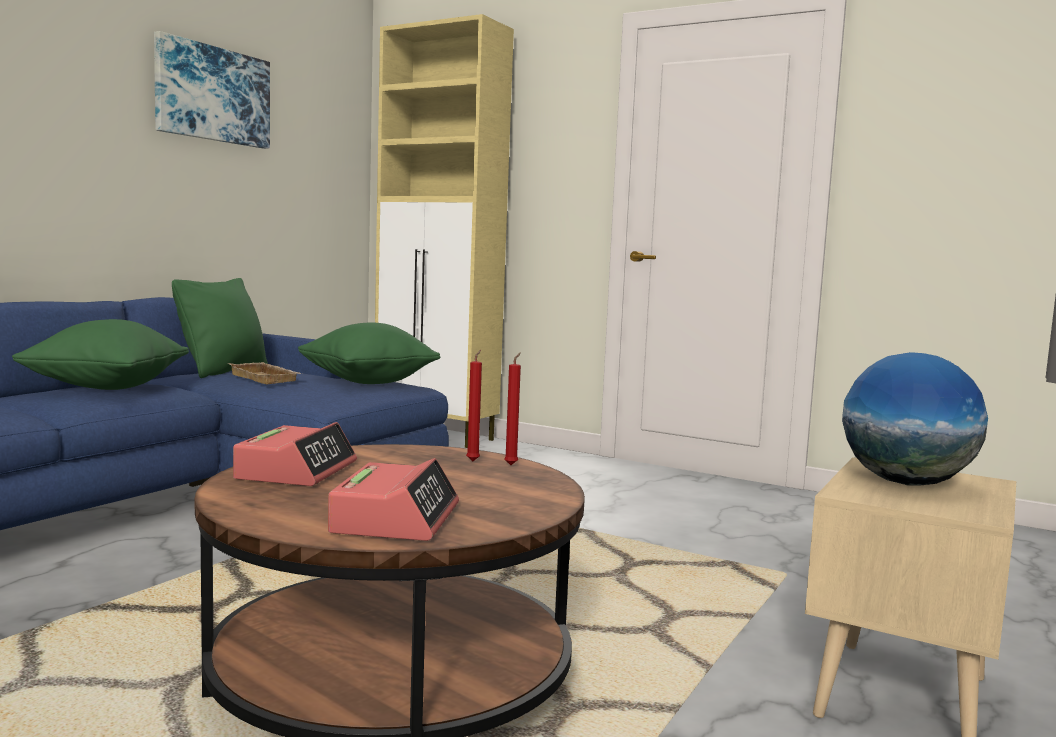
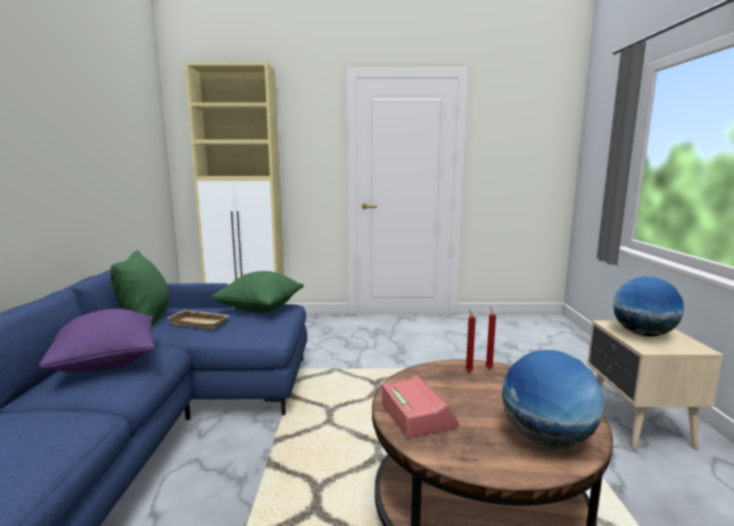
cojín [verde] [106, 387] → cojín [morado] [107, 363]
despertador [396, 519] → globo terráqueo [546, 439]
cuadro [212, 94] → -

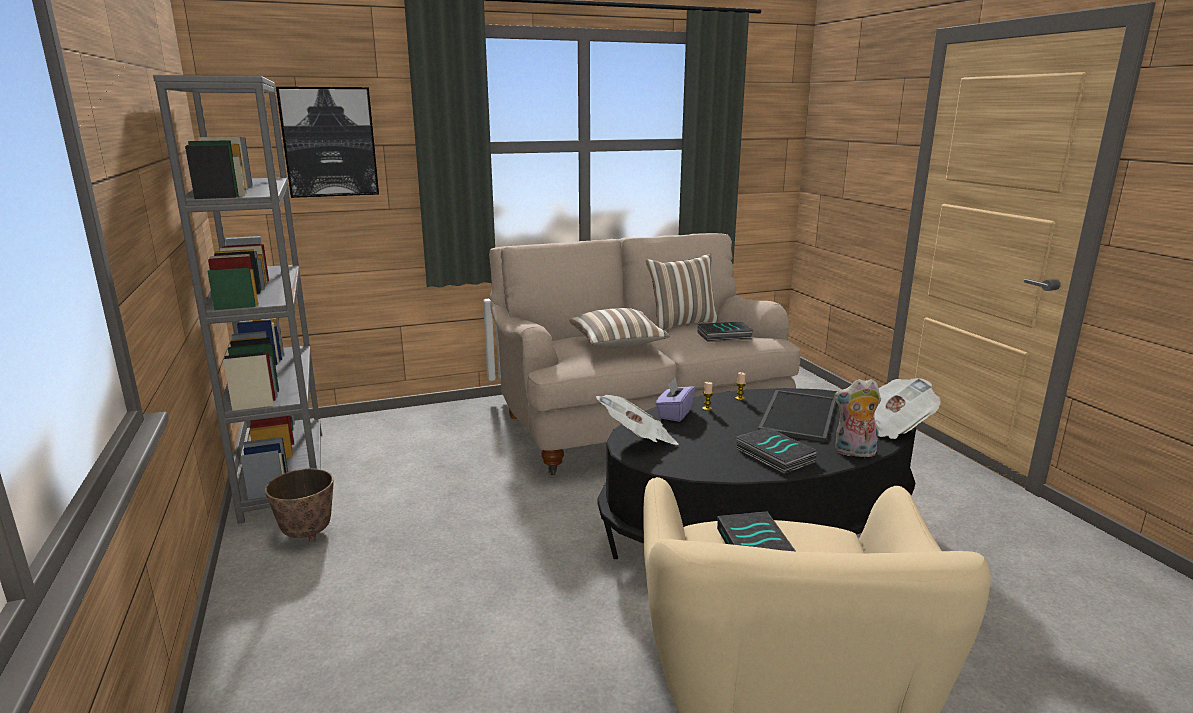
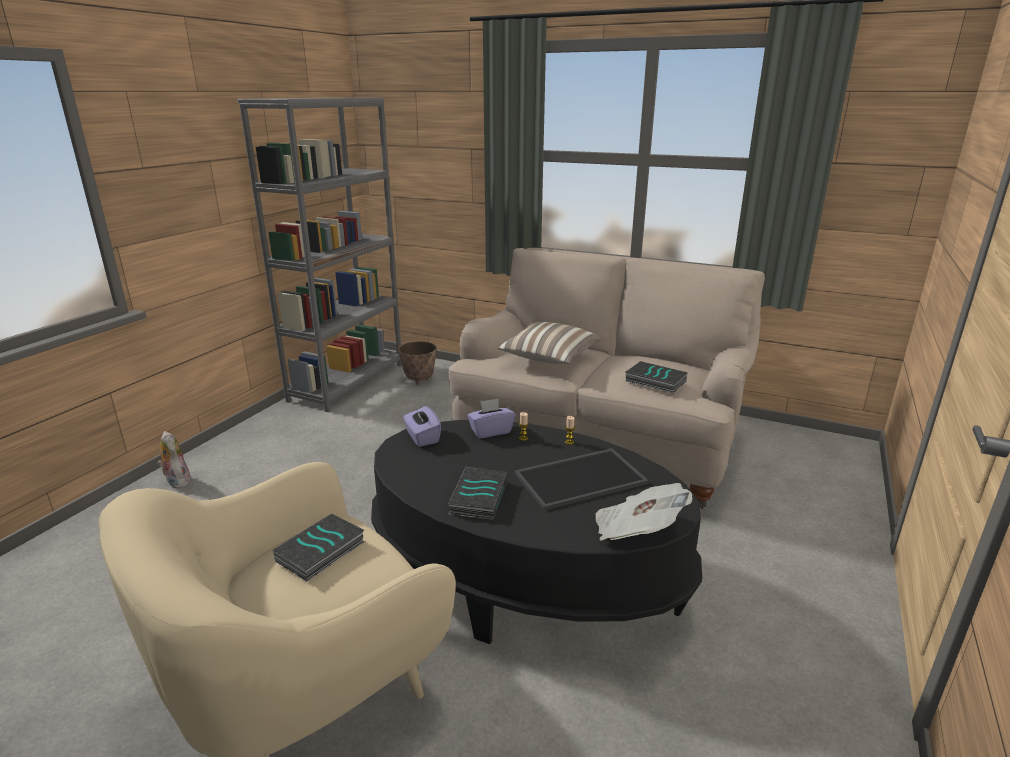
peluche [854, 453] → peluche [176, 481], relocated
maceta [307, 534] → maceta [419, 380], relocated
periódico [637, 439] → caja de pañuelos [morado] [422, 437]
cuadro [329, 142] → -
cojín [682, 324] → -

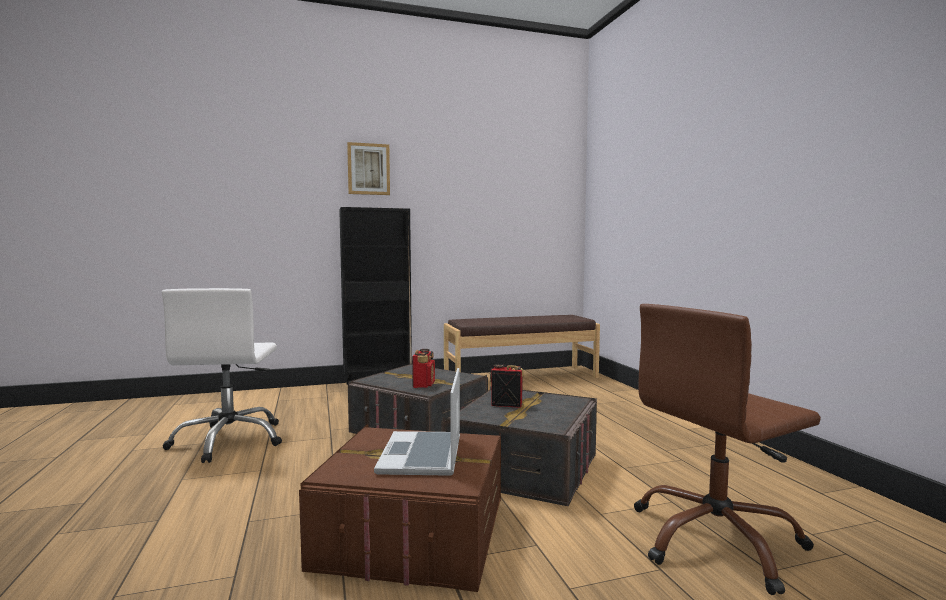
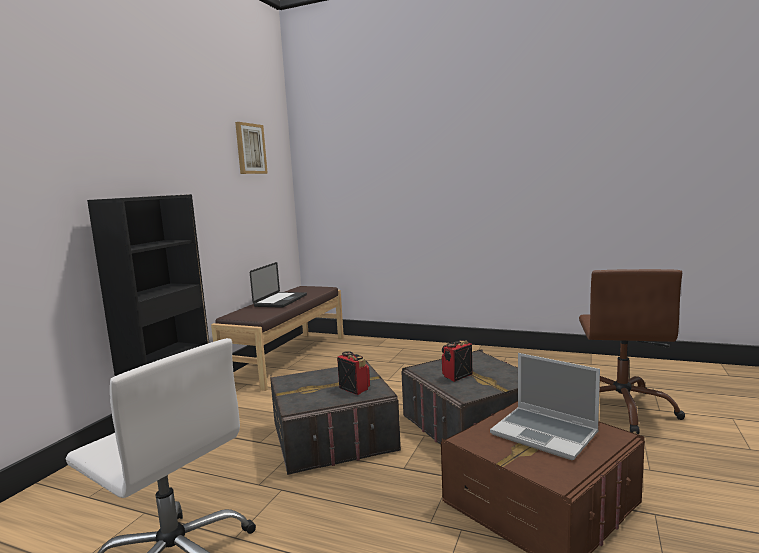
cuadro [368, 169] → cuadro [250, 149], relocated
- → portátil [281, 301]

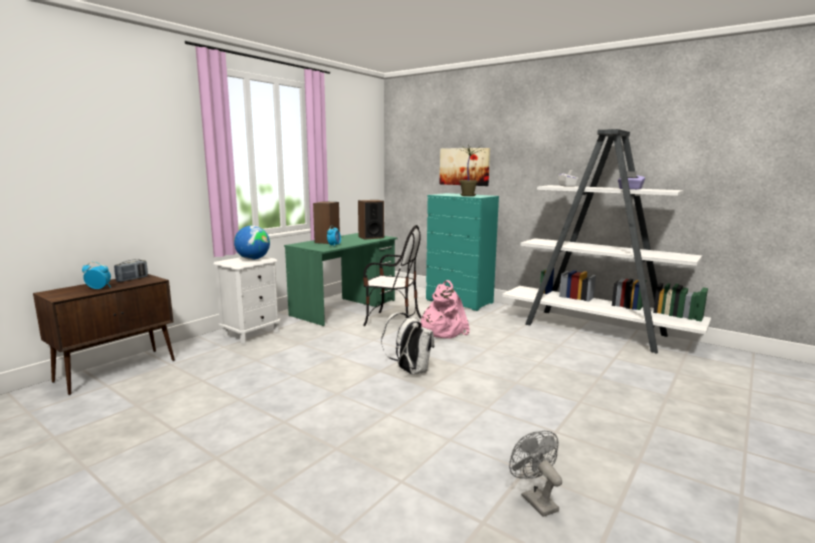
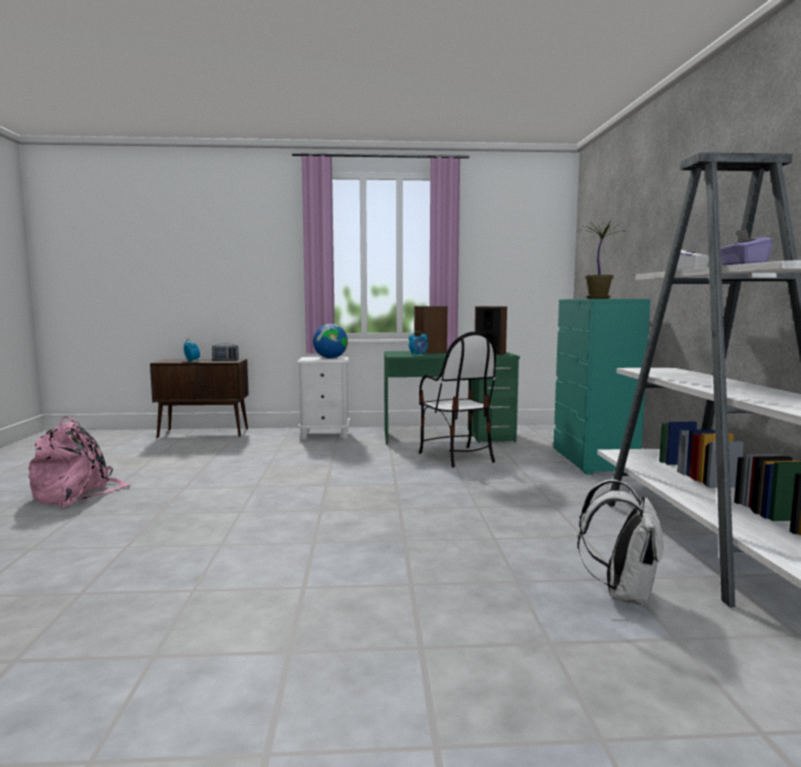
mochila [rosa] [442, 330] → mochila [rosa] [78, 494], relocated
mochila [blanco] [410, 371] → mochila [blanco] [623, 594], relocated
cuadro [464, 166] → -
ventilador [gris] [535, 499] → -

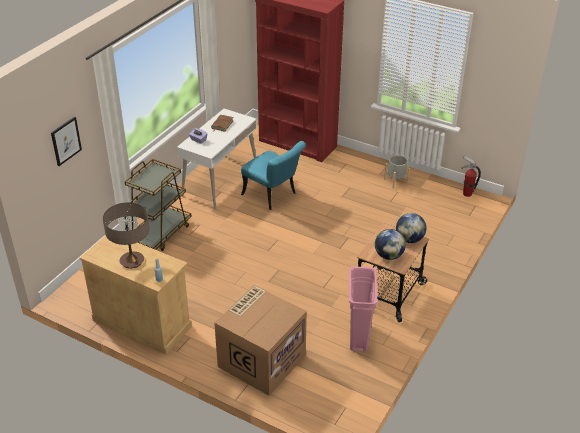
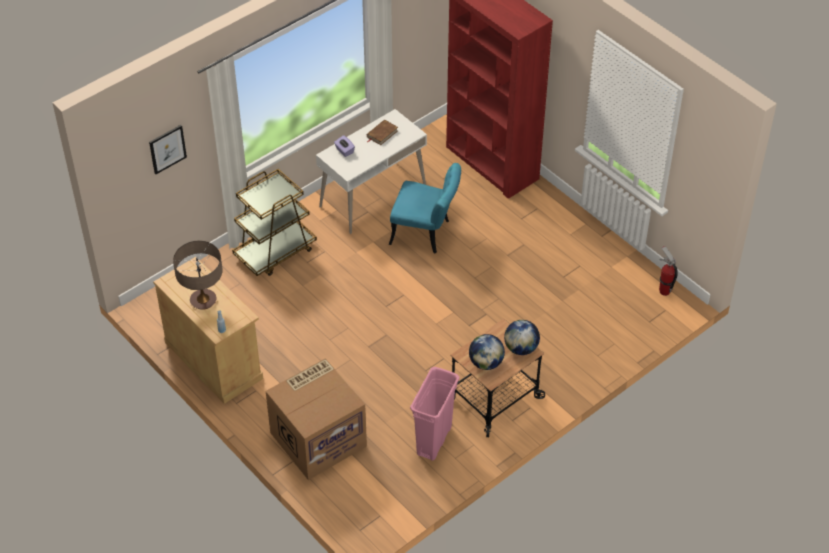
silla [turquesa] [273, 196] → silla [turquesa] [426, 233], 45 degrees counterclockwise
maceta [gris] [396, 181] → -

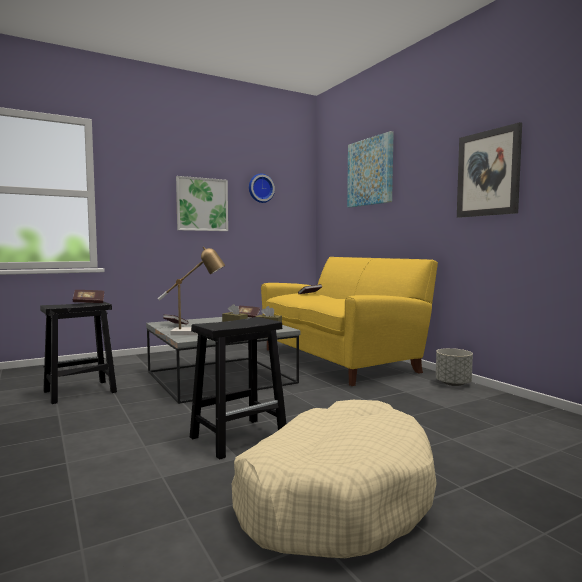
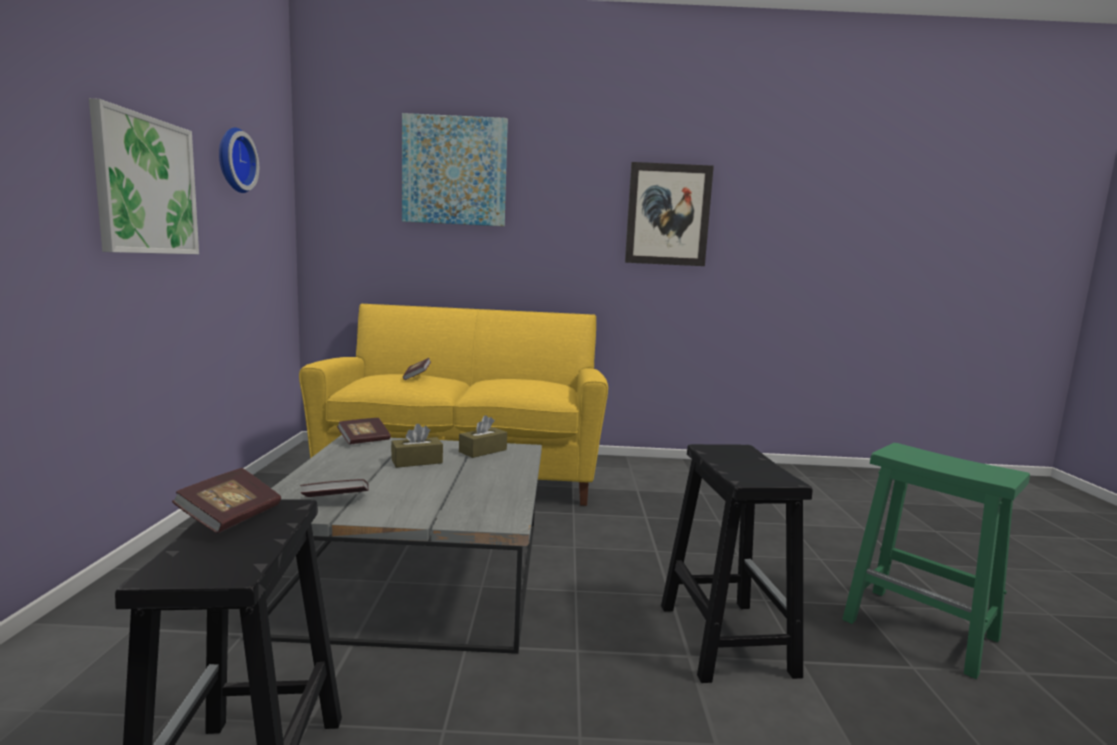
cama para perro [beis] [334, 496] → taburete [verde] [922, 630]
lámpara de mesa [195, 333] → -
maceta [gris] [453, 384] → -

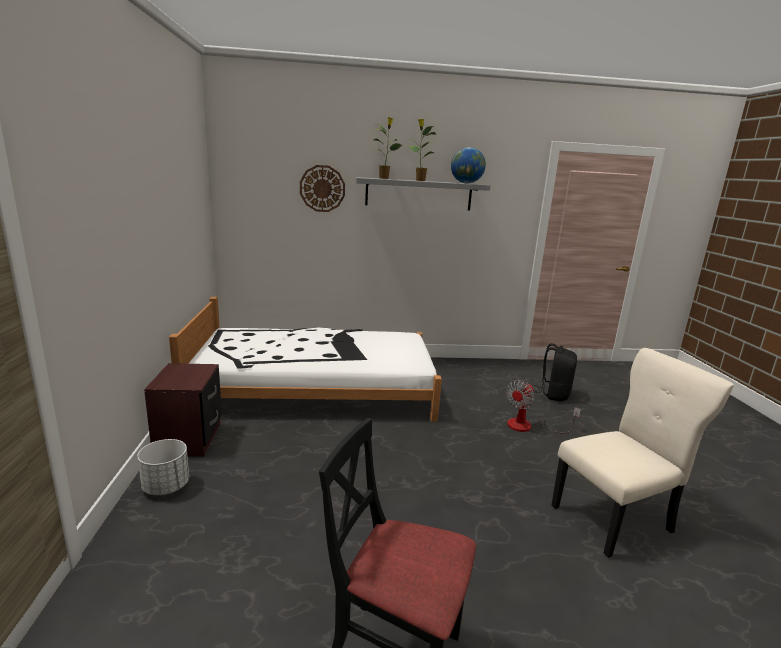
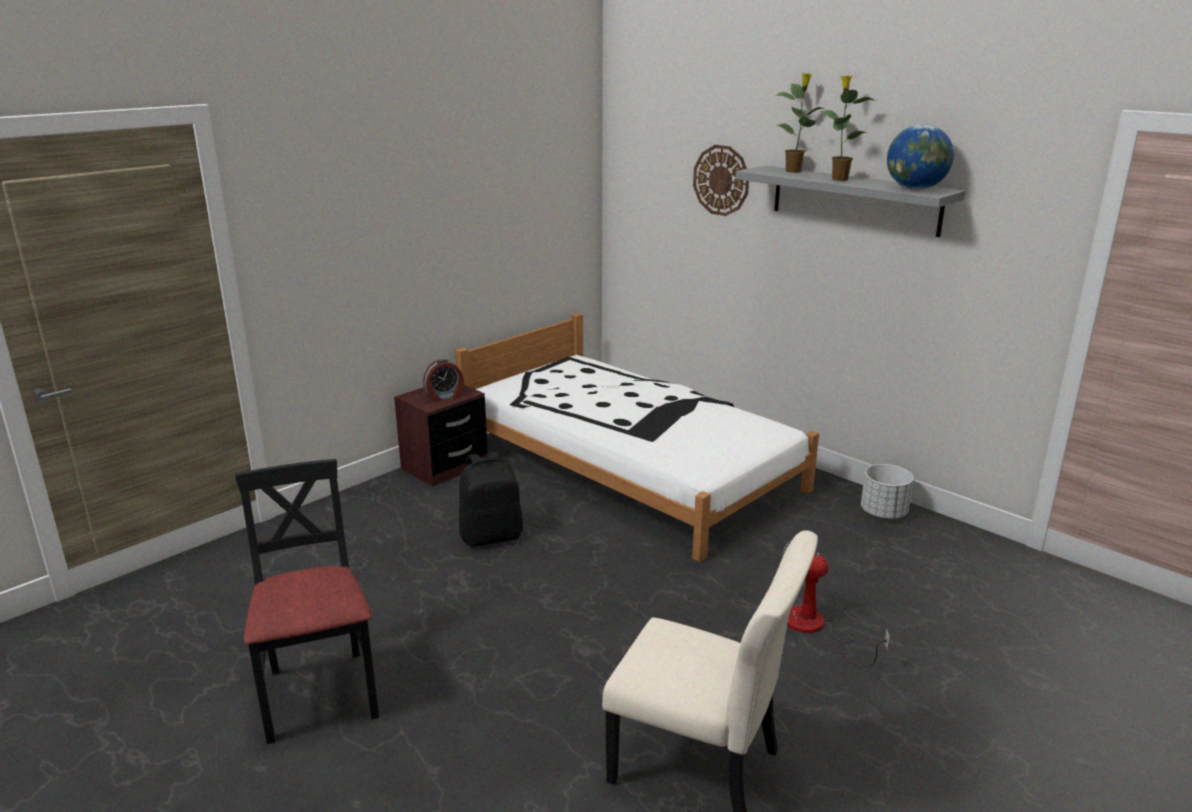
- → despertador [445, 397]
mochila [negro] [553, 394] → mochila [negro] [491, 536], relocated
maceta [blanco] [166, 486] → maceta [blanco] [883, 513], relocated

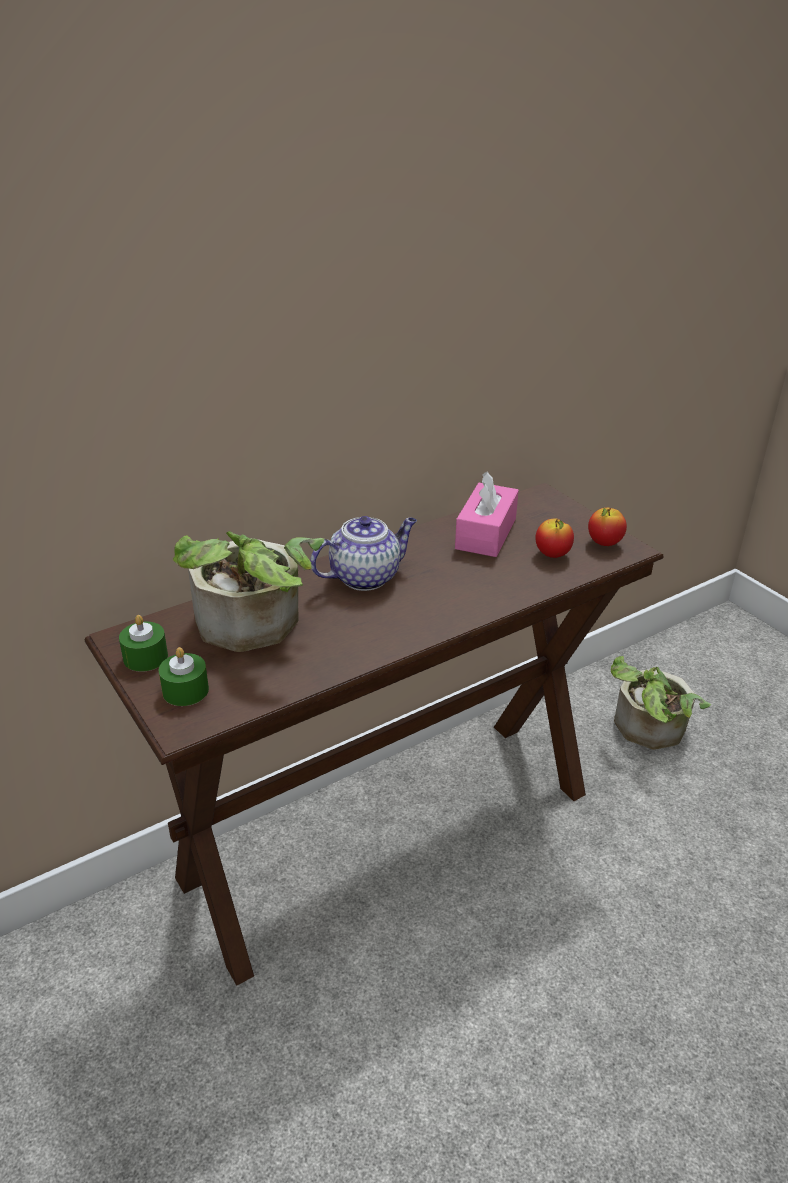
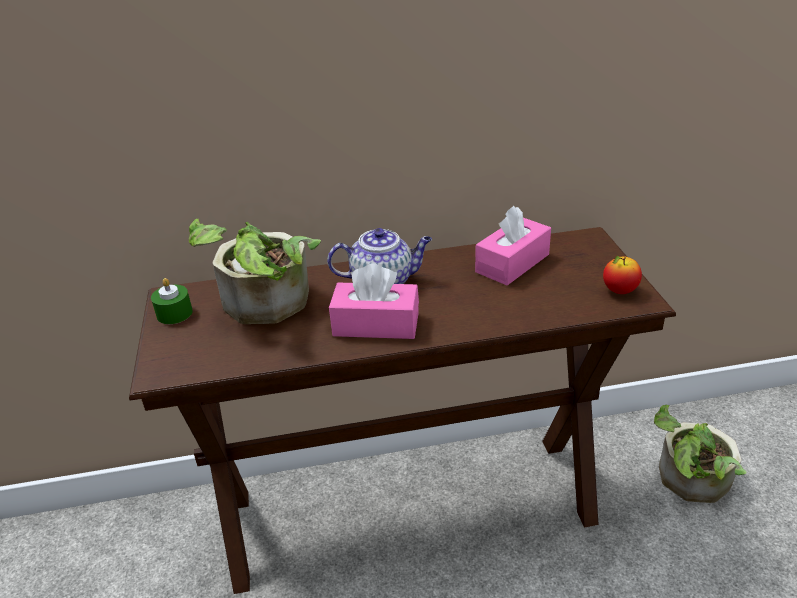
- → caja de pañuelos [rosa] [376, 324]
vela [verde] [185, 690] → -
manzana [552, 555] → -

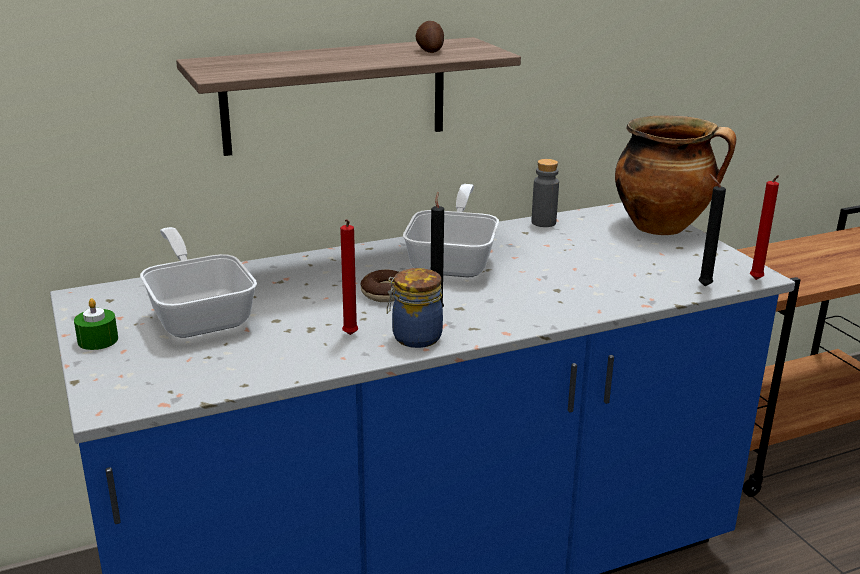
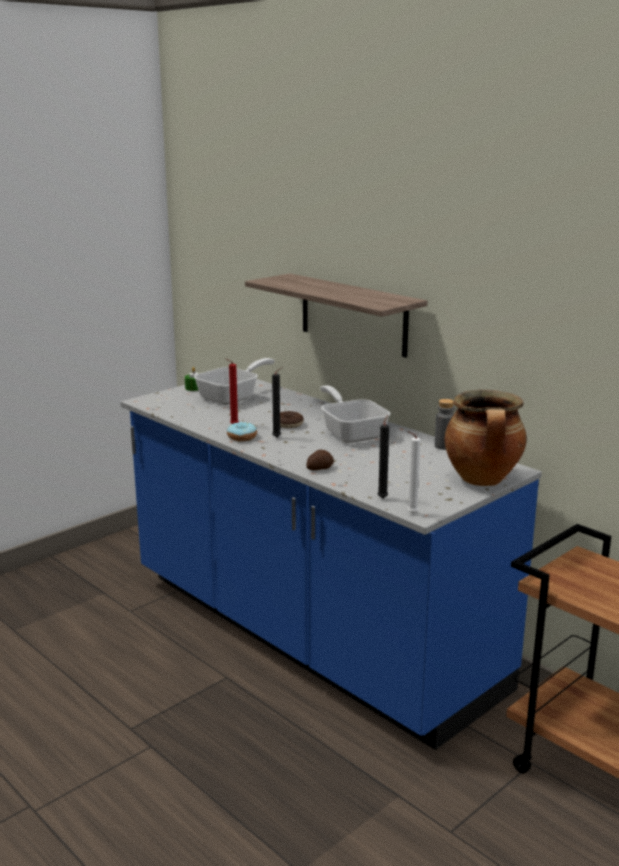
tarro [414, 337] → rosquilla [242, 437]
patata [429, 50] → patata [319, 468], relocated
sartén [455, 260] → sartén [351, 432], 105 degrees counterclockwise
vela [rojo] [756, 280] → vela [blanco] [410, 513]

